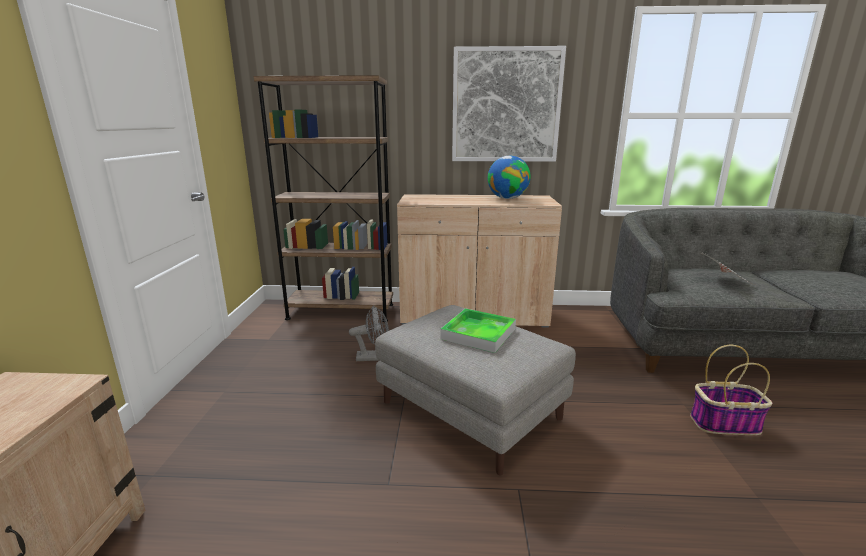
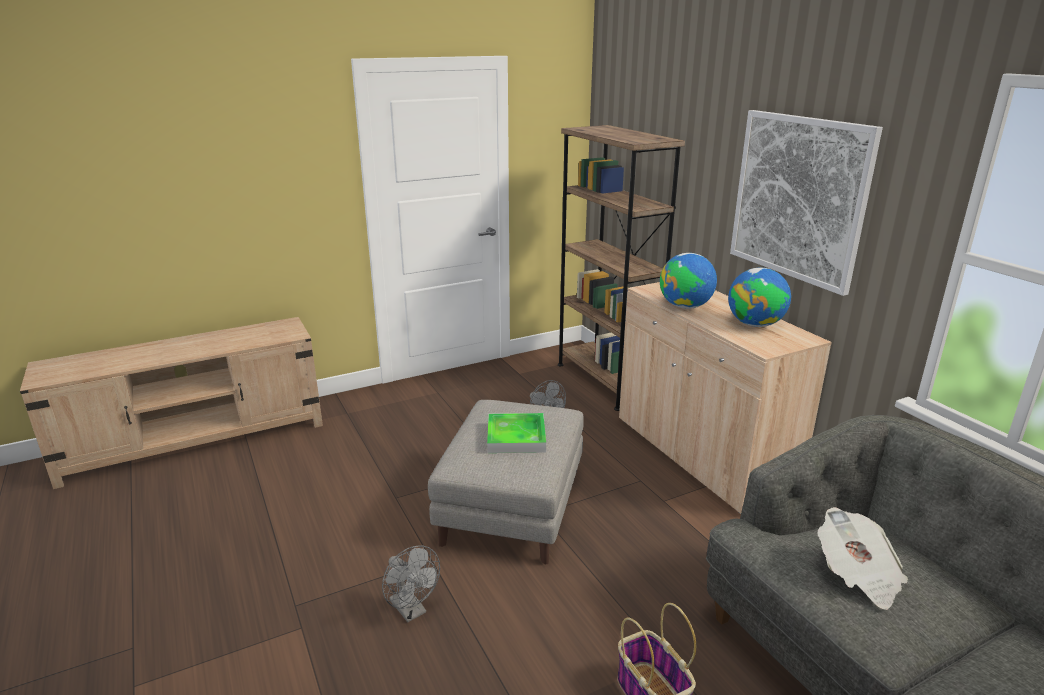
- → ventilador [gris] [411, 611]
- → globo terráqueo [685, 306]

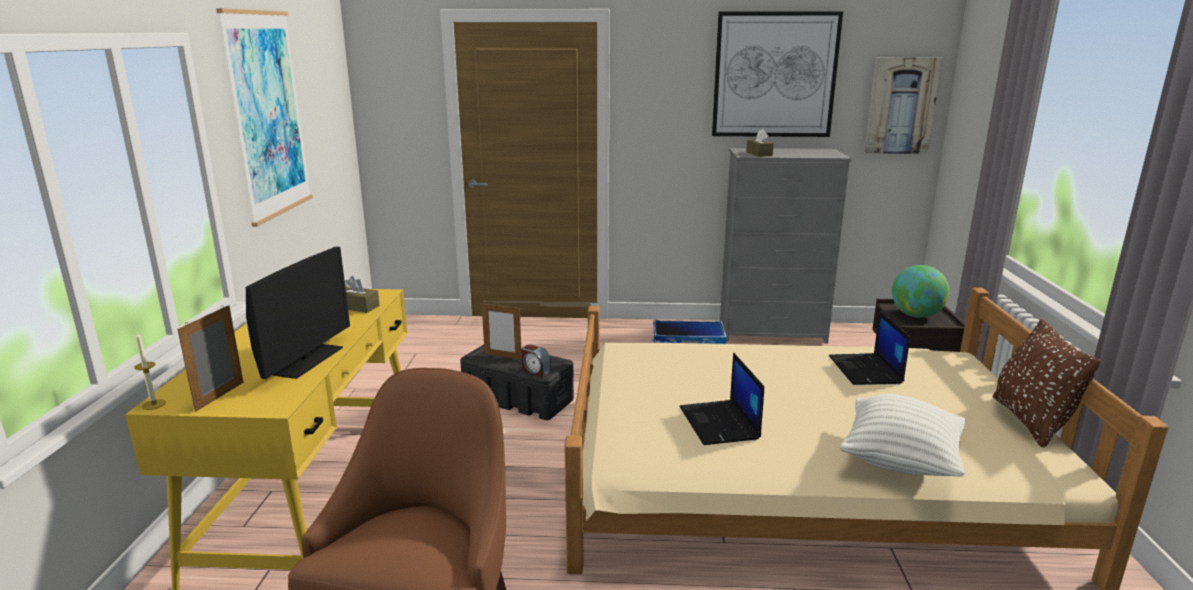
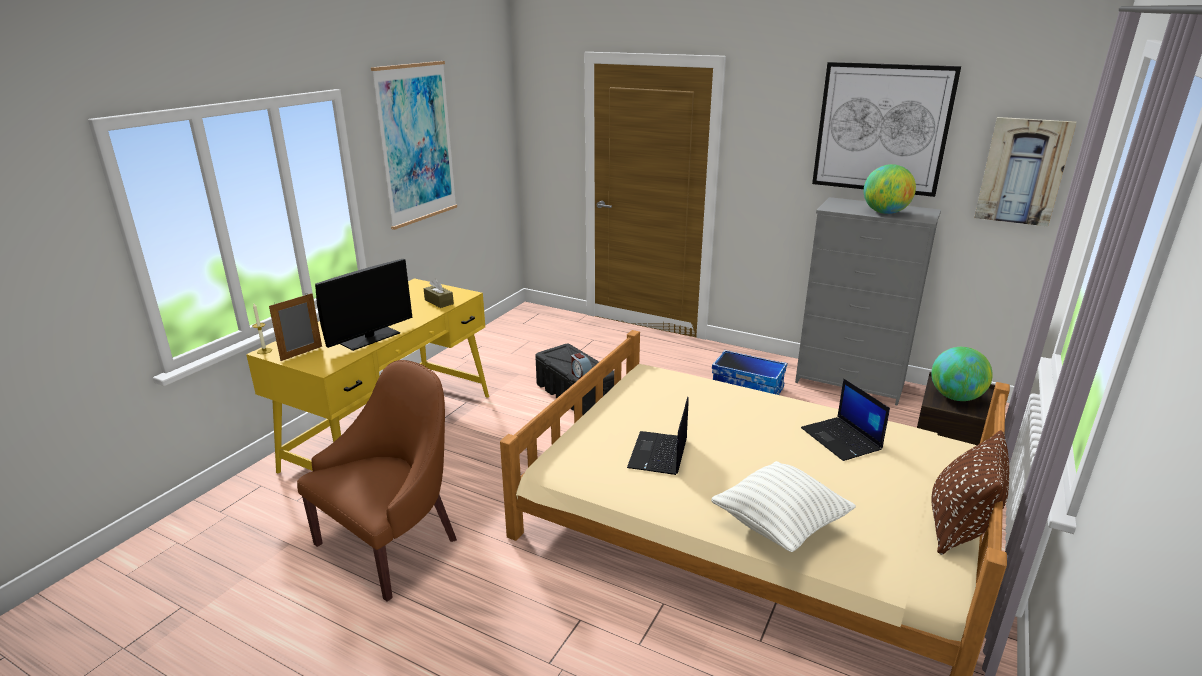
portátil [866, 370] → portátil [842, 439], 45 degrees counterclockwise
- → globo terráqueo [885, 213]
portarretratos [503, 356] → -
caja de pañuelos [marrón] [759, 154] → -

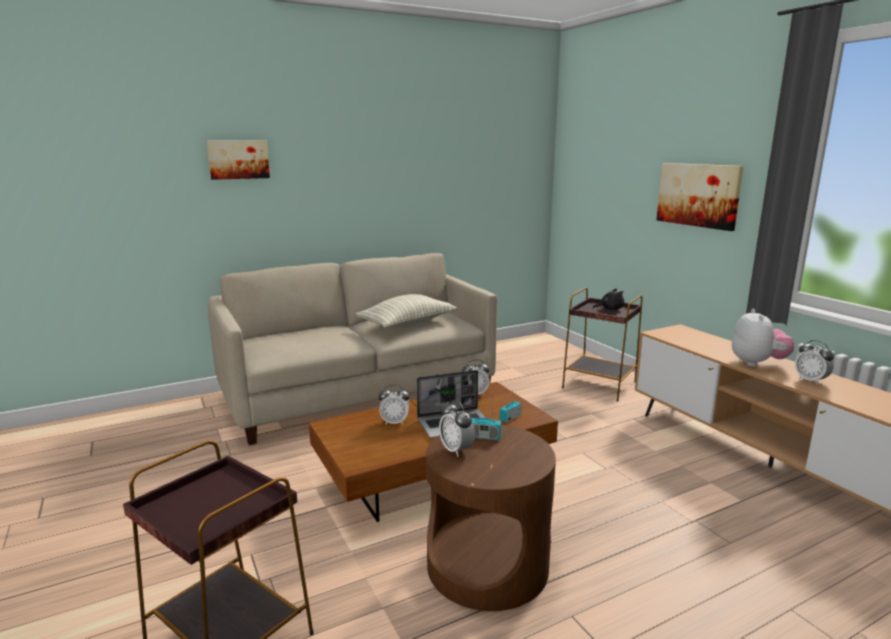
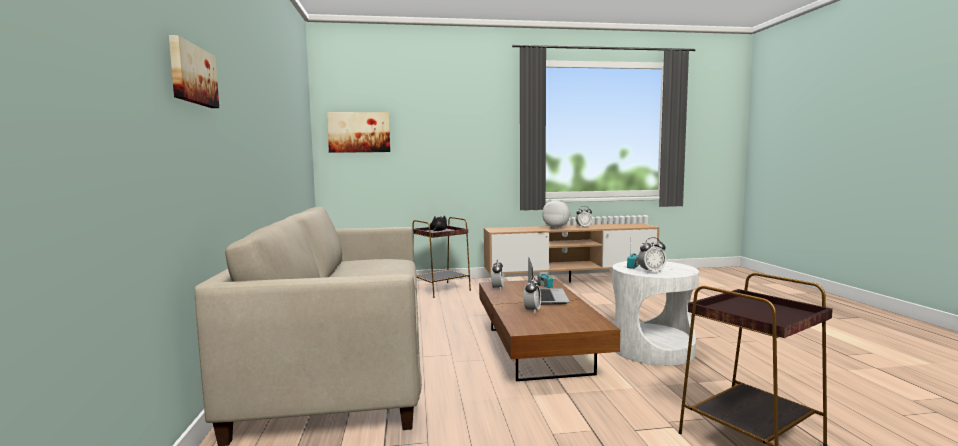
cuadro [698, 195] → cuadro [359, 132], relocated
mesa auxiliar [marrón] [488, 565] → mesa auxiliar [blanco] [651, 349]
cojín [407, 324] → -

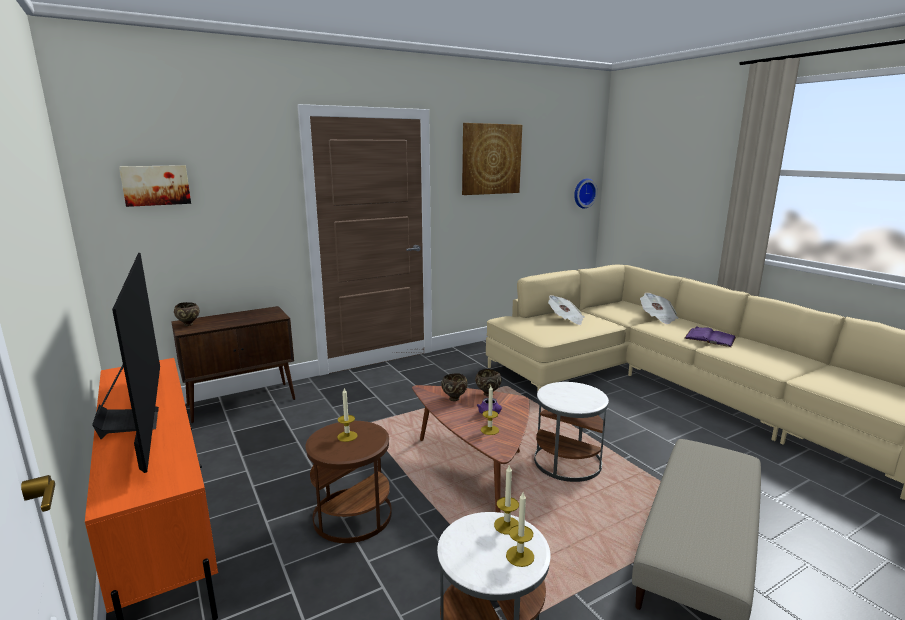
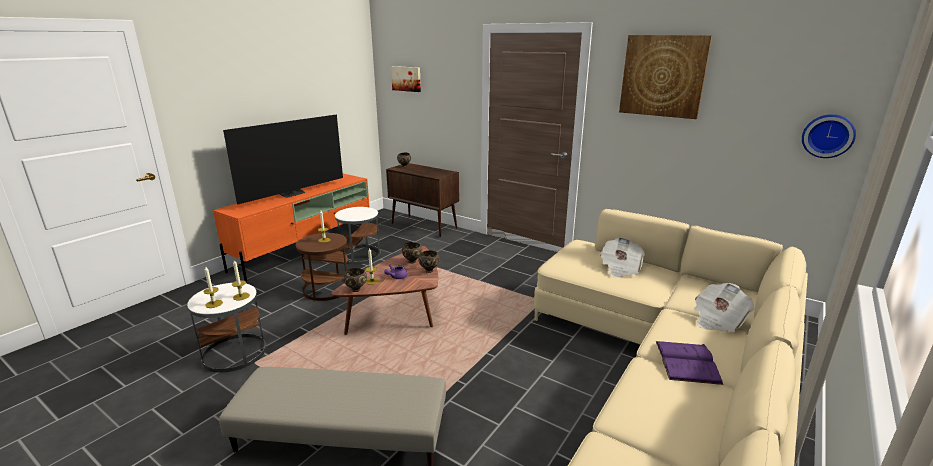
mesa auxiliar [blanco] [567, 462] → mesa auxiliar [blanco] [360, 255], relocated
- → cuenco [marrón] [356, 289]

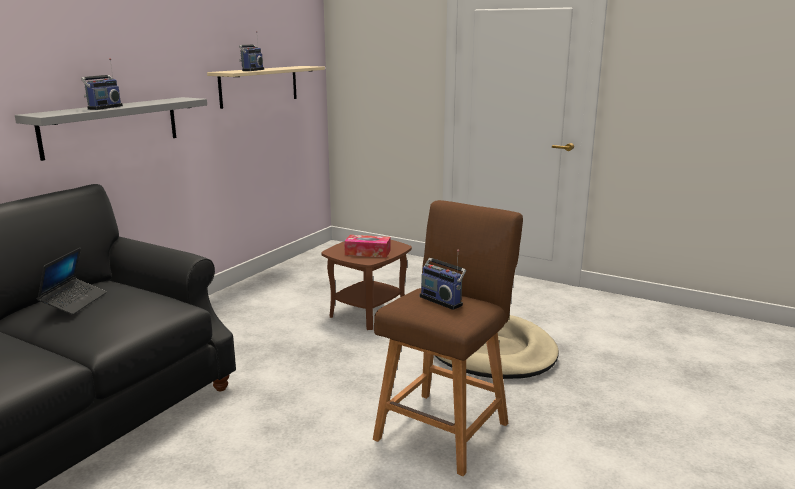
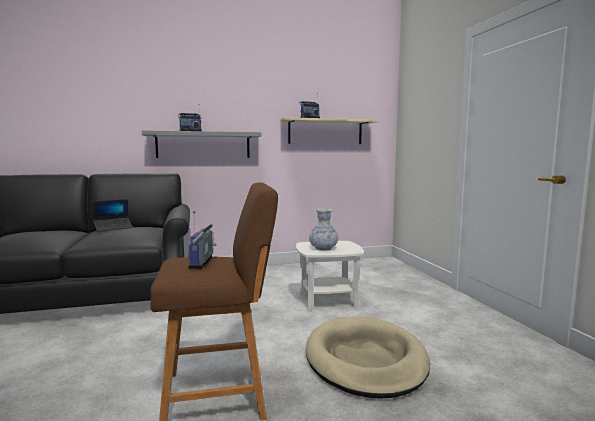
mesa auxiliar [marrón] [368, 312] → mesa auxiliar [blanco] [328, 301]
caja de pañuelos [367, 252] → florero [323, 248]

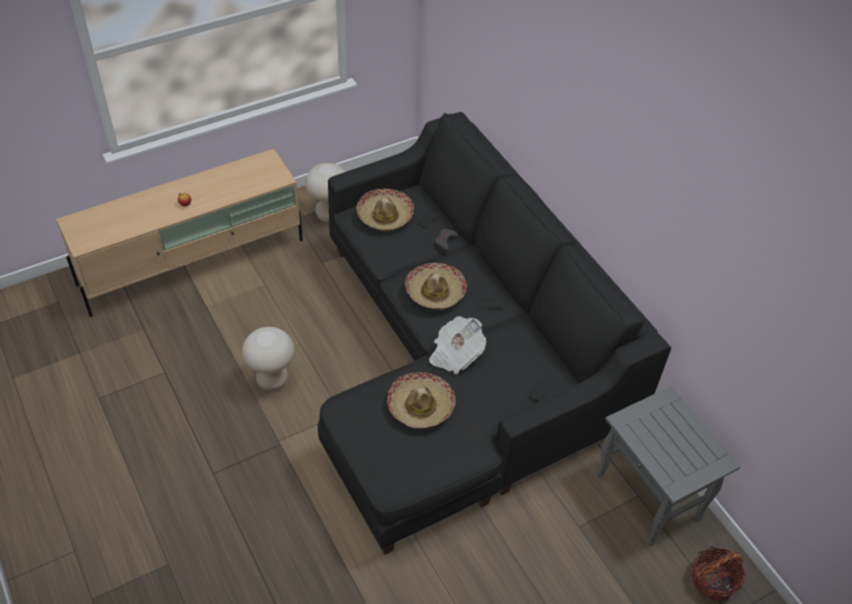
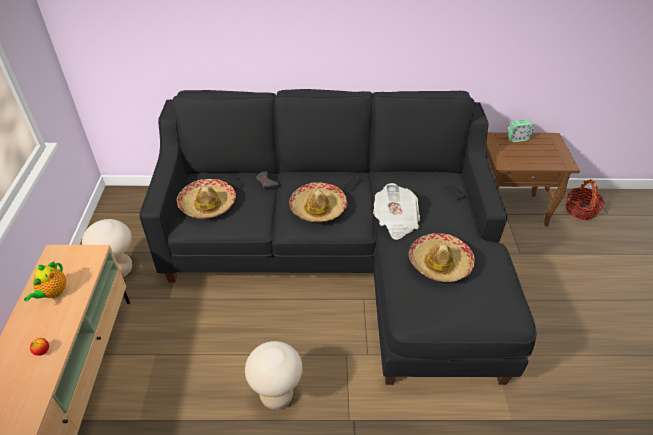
- → tetera [53, 293]
mesa auxiliar [gris] [650, 497] → mesa auxiliar [marrón] [509, 209]
- → despertador [517, 138]

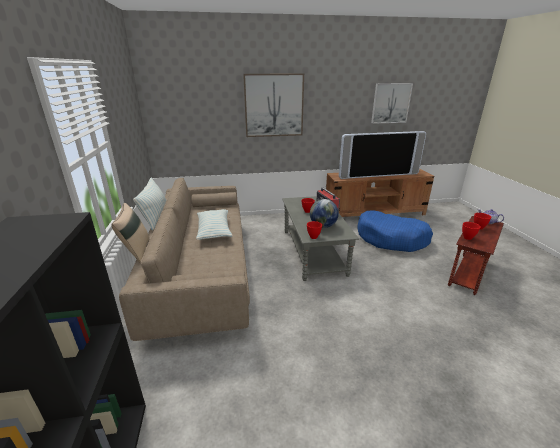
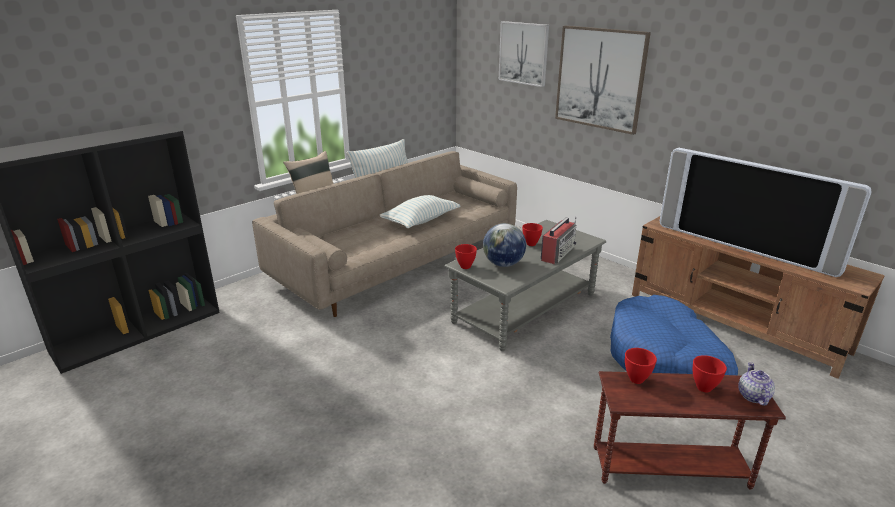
cuadro [391, 103] → cuadro [523, 53], relocated

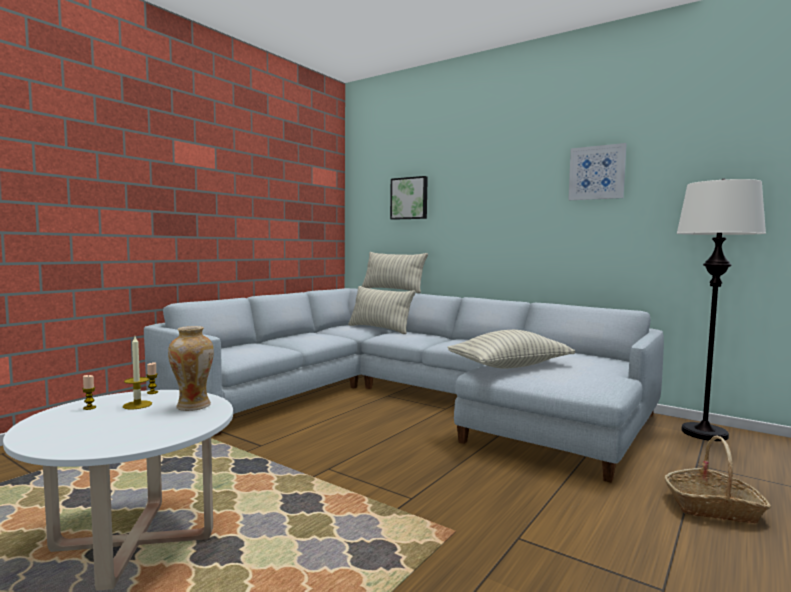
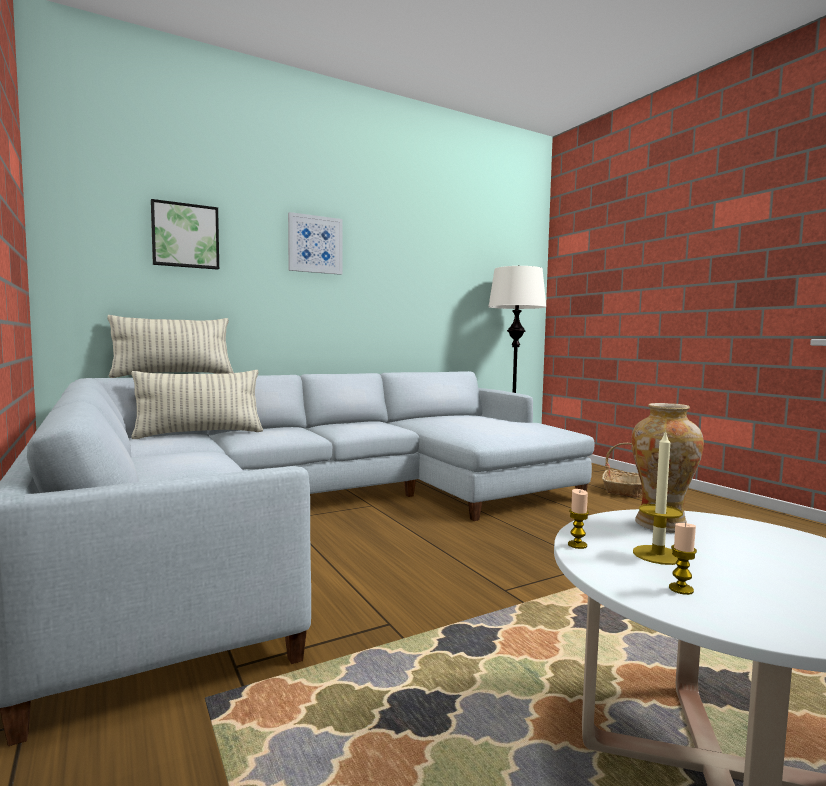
cuadro [597, 173] → cuadro [315, 244], relocated
cojín [510, 366] → -

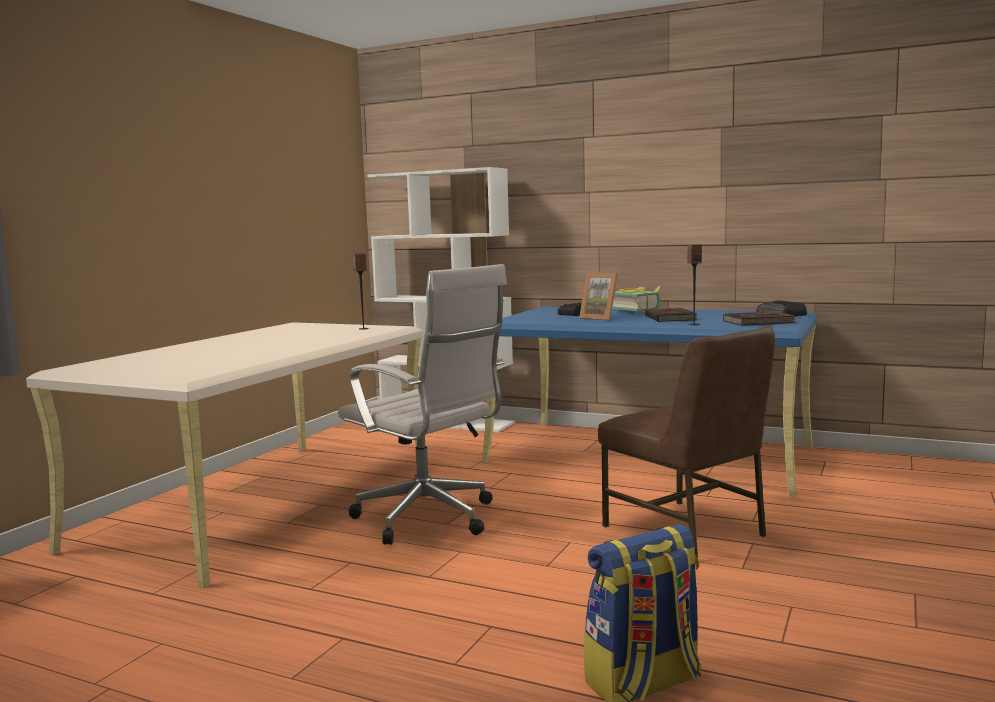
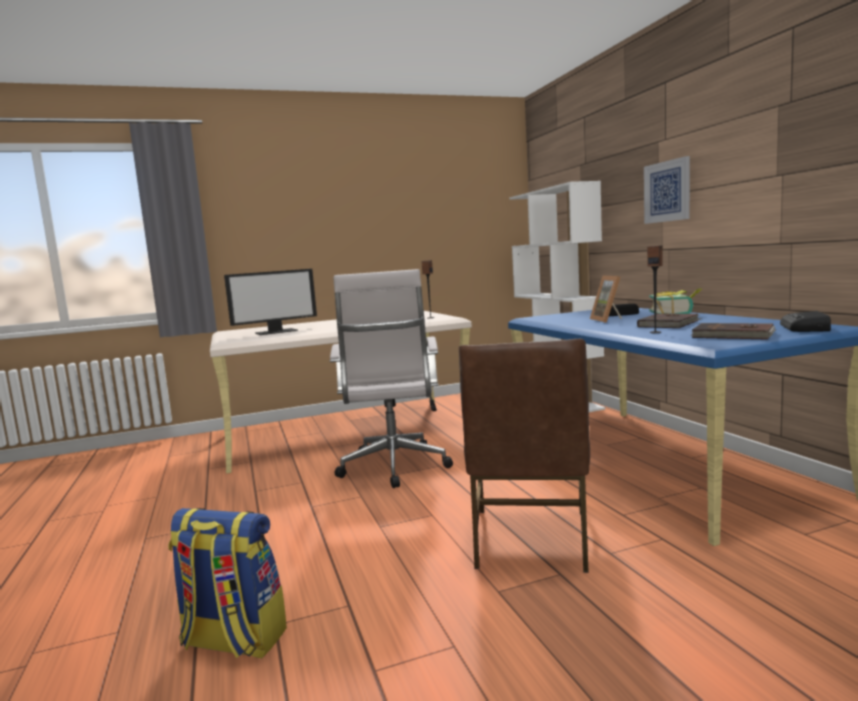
- → monitor [276, 331]
- → cuadro [667, 191]

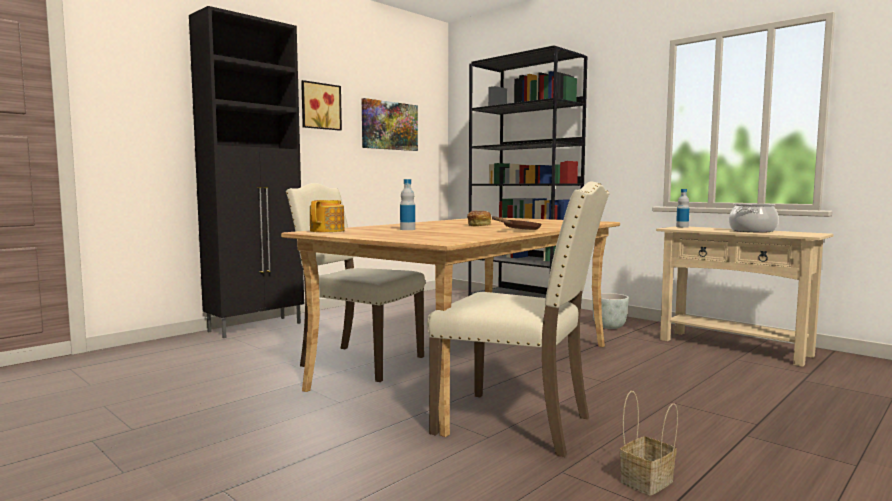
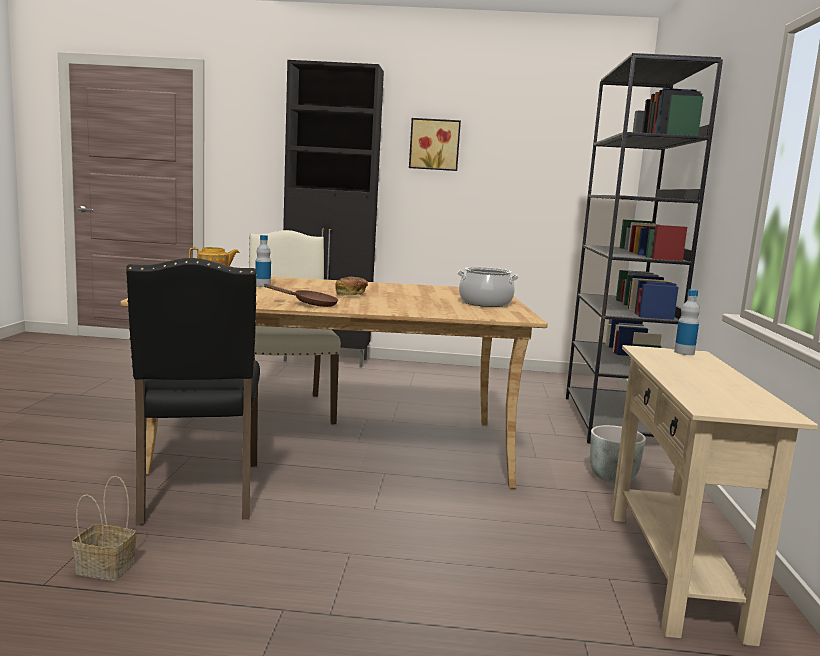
silla [beis] [517, 424] → silla [negro] [197, 493]
olla [752, 231] → olla [485, 303], relocated
cuadro [389, 126] → -

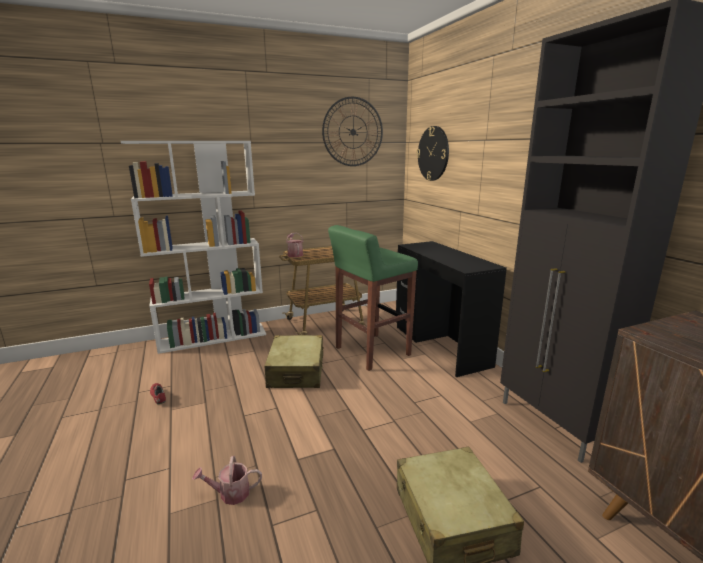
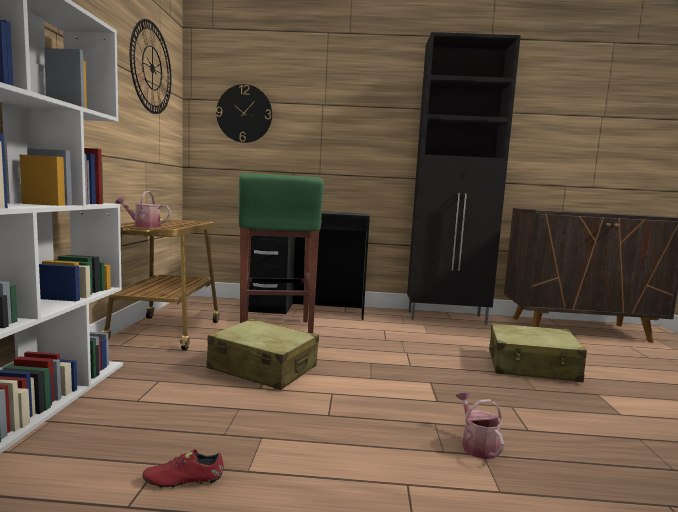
regadera [230, 493] → regadera [477, 445], 150 degrees clockwise

